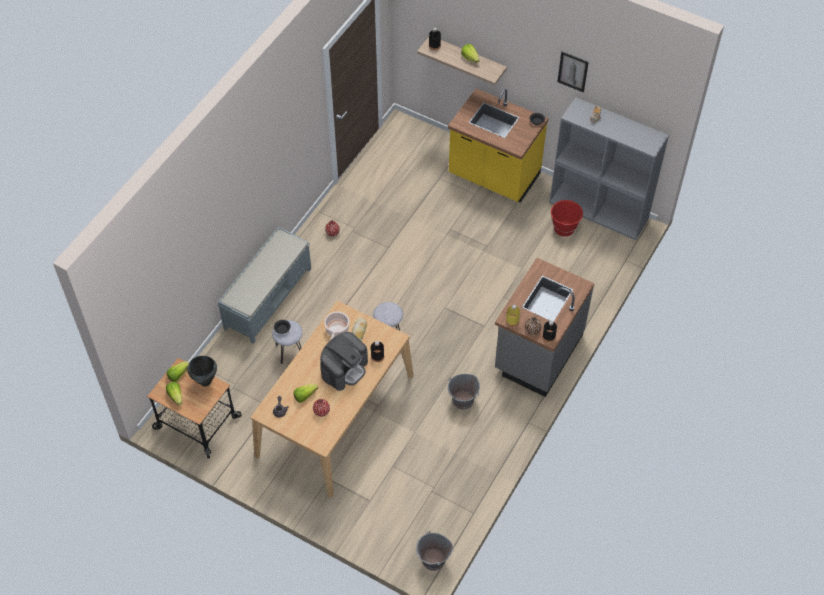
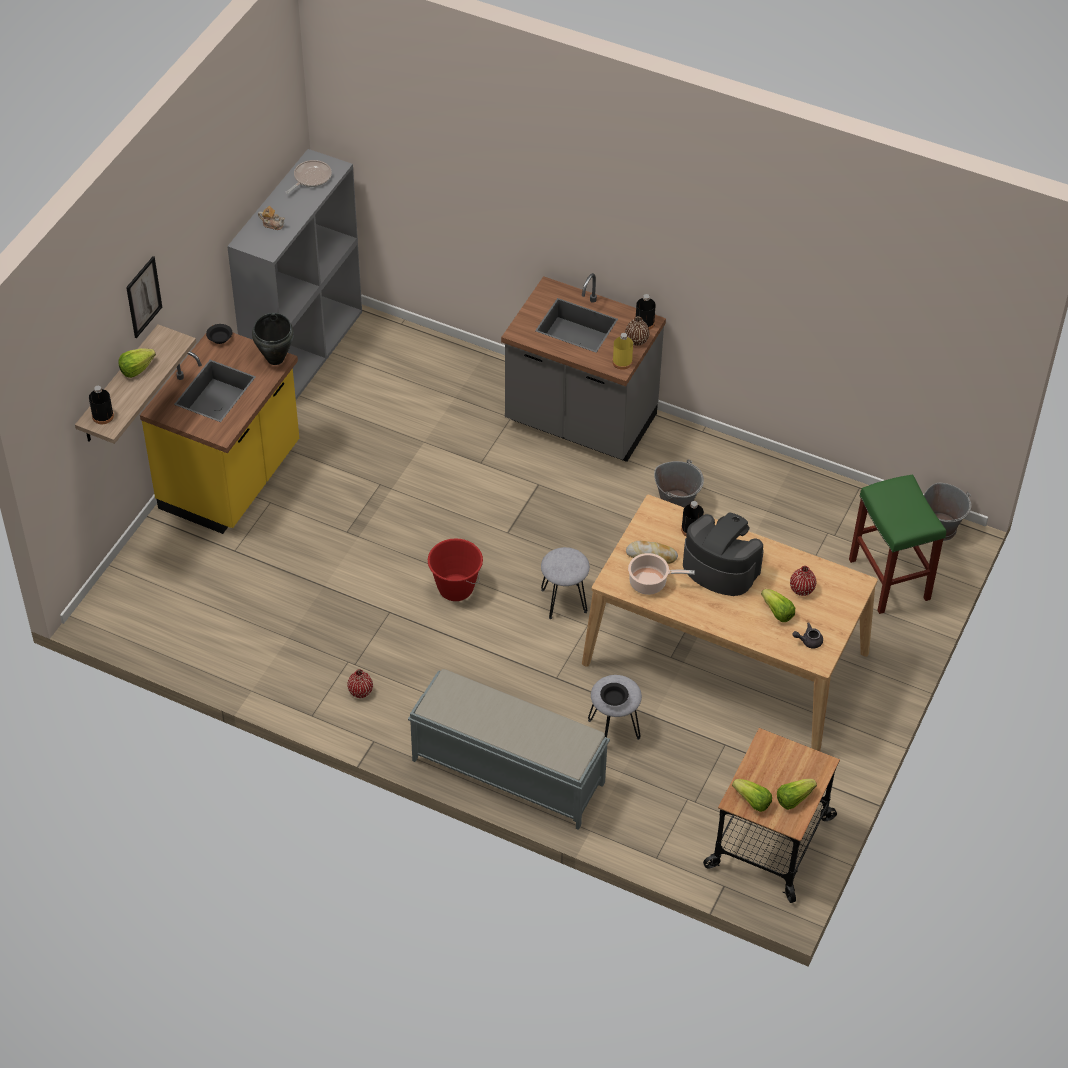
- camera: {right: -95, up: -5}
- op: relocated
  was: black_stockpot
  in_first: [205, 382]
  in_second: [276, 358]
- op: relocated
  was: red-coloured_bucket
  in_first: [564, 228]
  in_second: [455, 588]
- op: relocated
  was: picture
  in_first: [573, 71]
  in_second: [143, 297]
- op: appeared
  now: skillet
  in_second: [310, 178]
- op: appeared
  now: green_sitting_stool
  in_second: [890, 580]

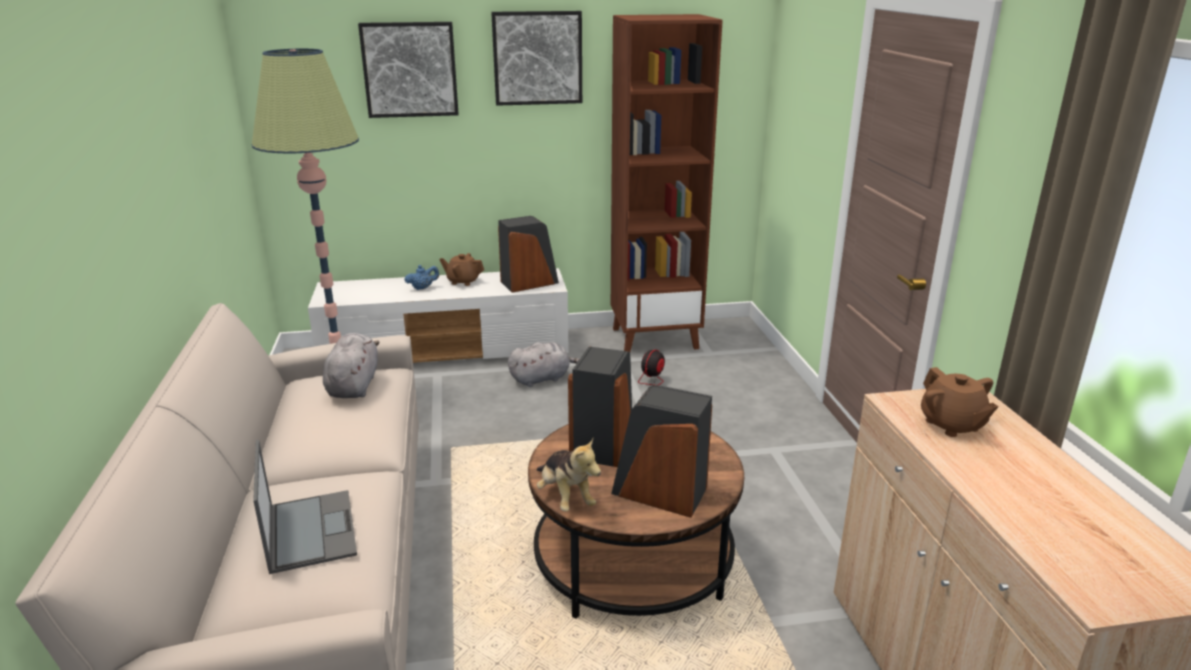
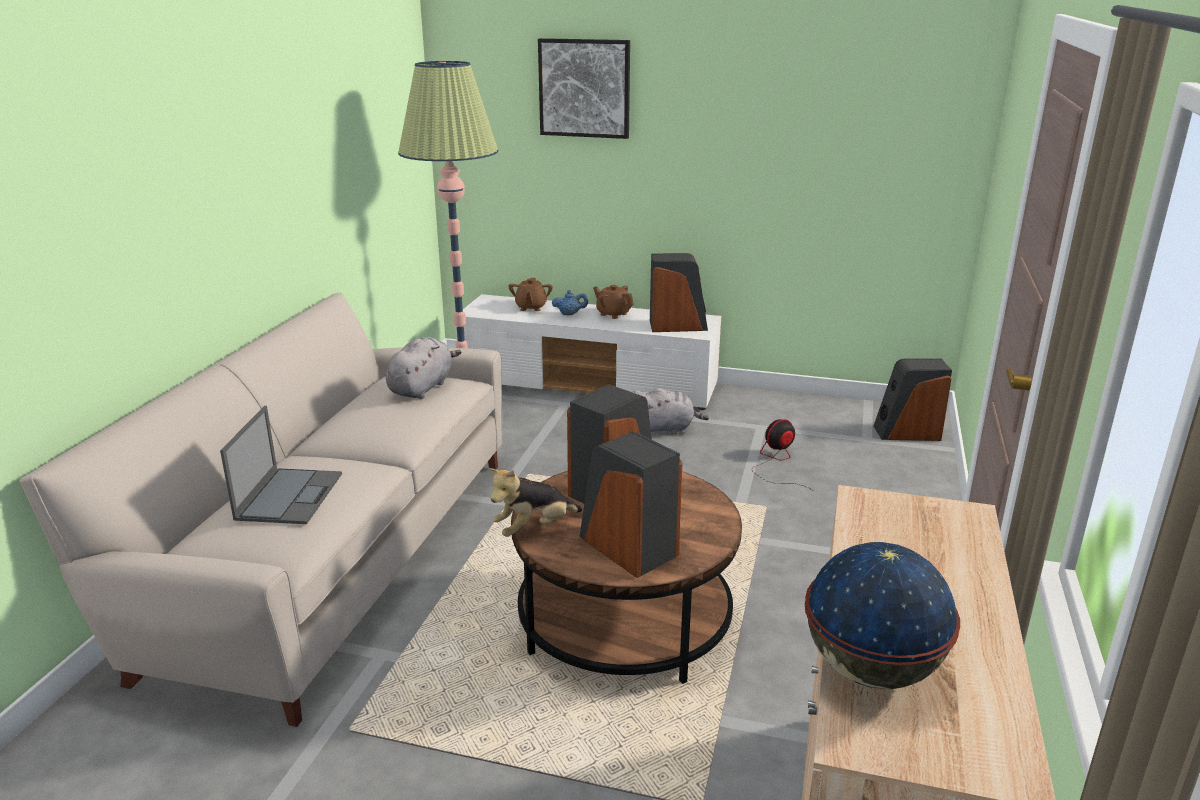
- camera: {right: 25, up: 0}
- op: missing
  was: picture
  in_first: [537, 58]
- op: spun
  was: cuddly_toy
  in_first: [565, 497]
  in_second: [534, 528]
  clockwise: 60
- op: missing
  was: brownish_shelving_unit
  in_first: [655, 338]
- op: relocated
  was: brownish_teapot
  in_first: [952, 425]
  in_second: [531, 307]
- op: appeared
  now: desk_globe
  in_second: [872, 669]
- op: appeared
  now: audio_speaker
  in_second: [907, 432]

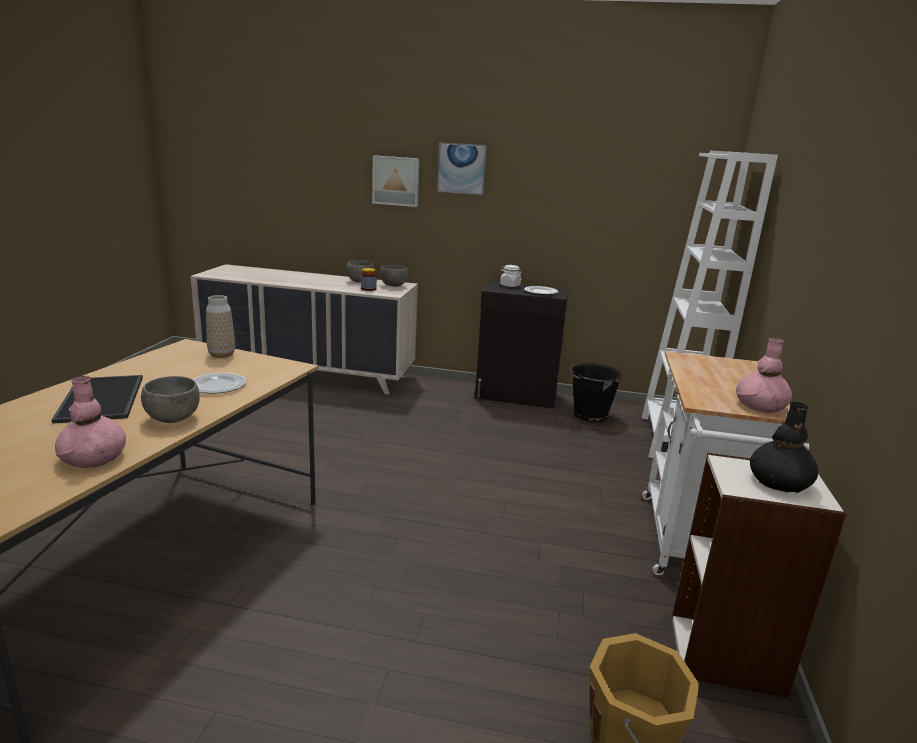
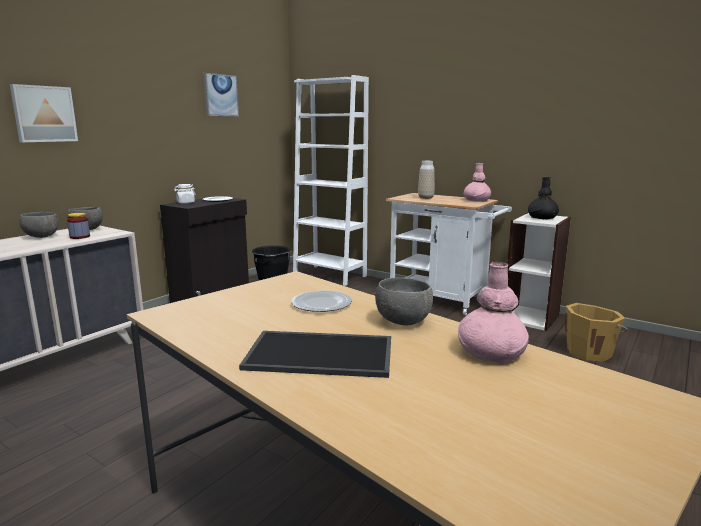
- camera: {right: -65, up: -5}
- op: relocated
  was: vase
  in_first: [222, 355]
  in_second: [425, 198]
- op: relocated
  was: picture
  in_first: [462, 168]
  in_second: [220, 95]

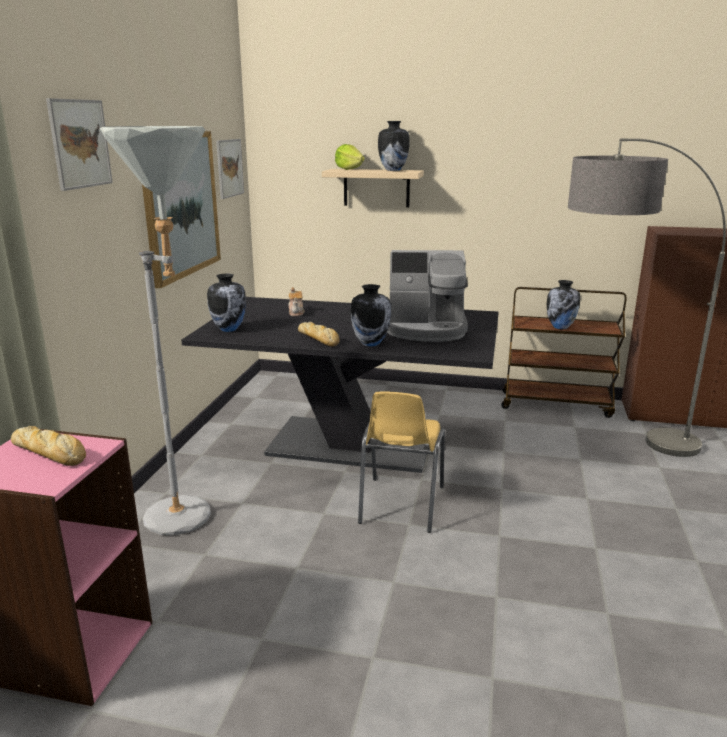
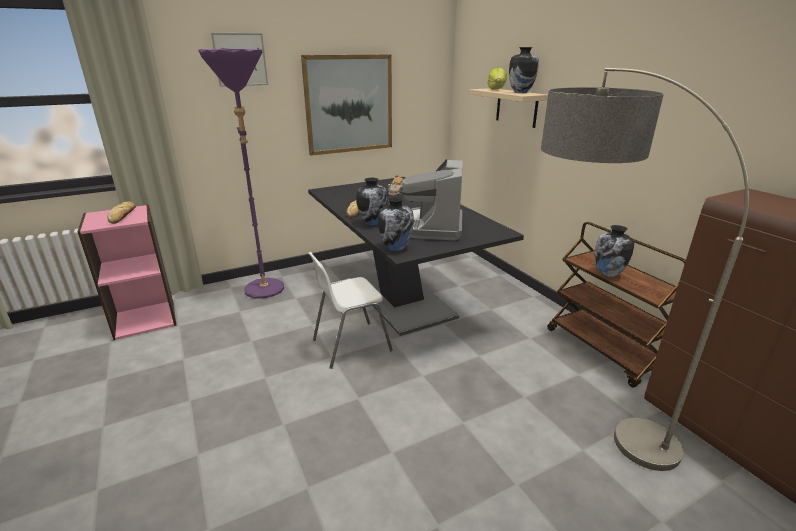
- camera: {right: 50, up: 5}
- op: colour
  was: grey_floor_lamp
  now: purple_floor_lamp
  in_first: [190, 519]
  in_second: [266, 293]
- op: relocated
  was: vase
  in_first: [229, 329]
  in_second: [396, 248]
- op: missing
  was: picture
  in_first: [229, 168]
- op: colour
  was: yellow_upright_chair
  now: white_upright_chair
  in_first: [400, 505]
  in_second: [350, 345]
- op: spun
  was: coffee_machine
  in_first: [425, 329]
  in_second: [430, 227]
  clockwise: 45

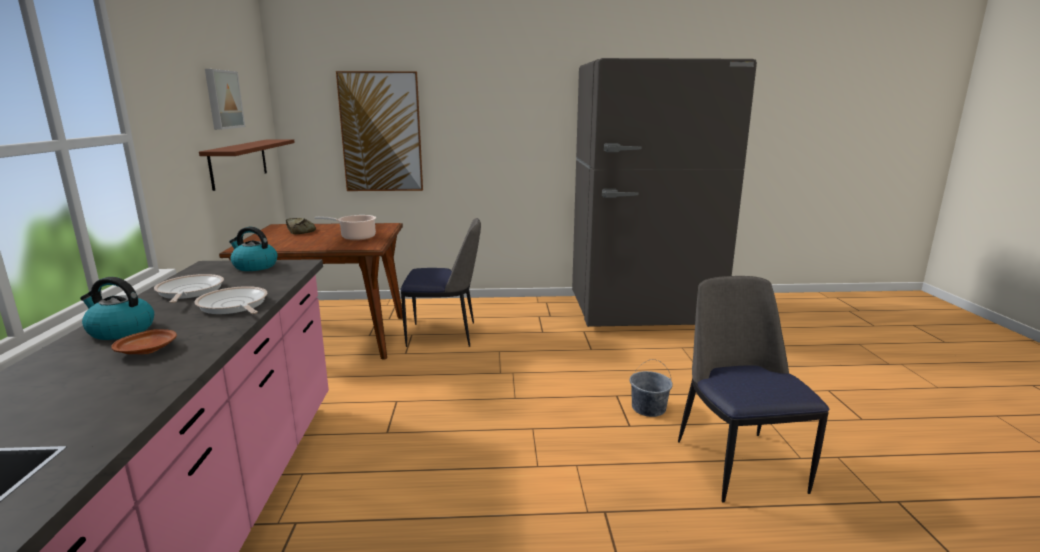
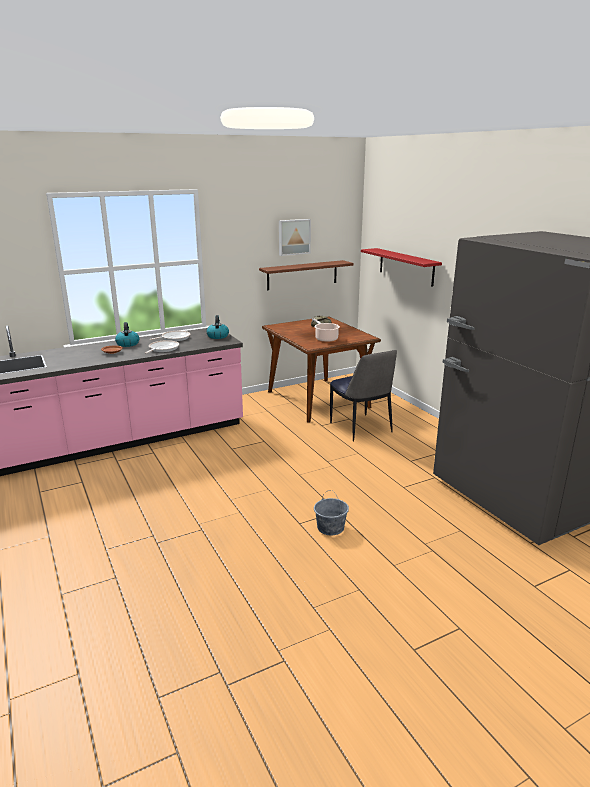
- camera: {right: 65, up: 5}
- op: exchanged
  was: picture
  now: red-coloured_shelf
  in_first: [381, 132]
  in_second: [406, 266]
- op: missing
  was: upright_chair
  in_first: [738, 463]

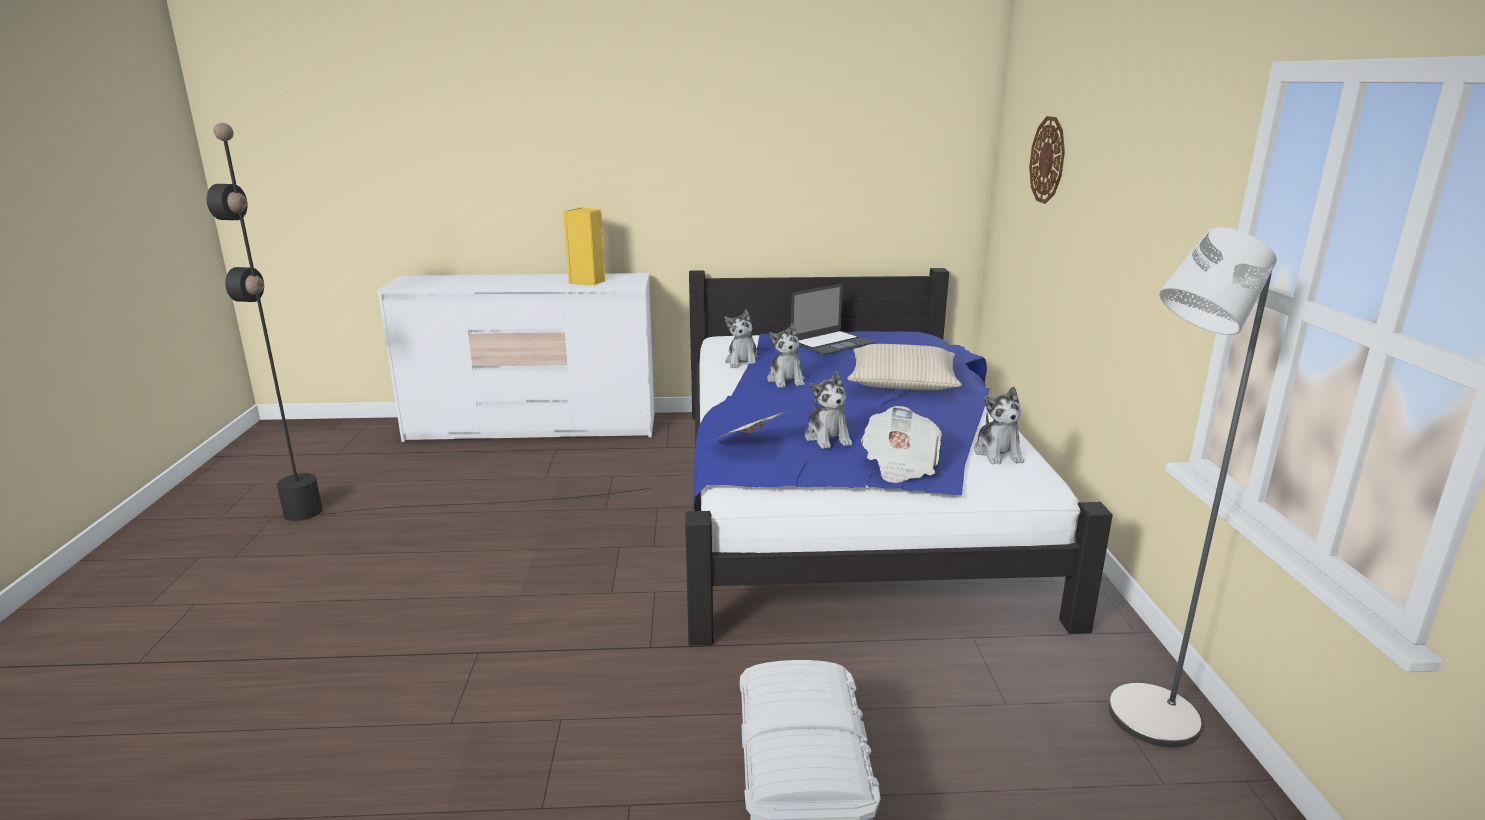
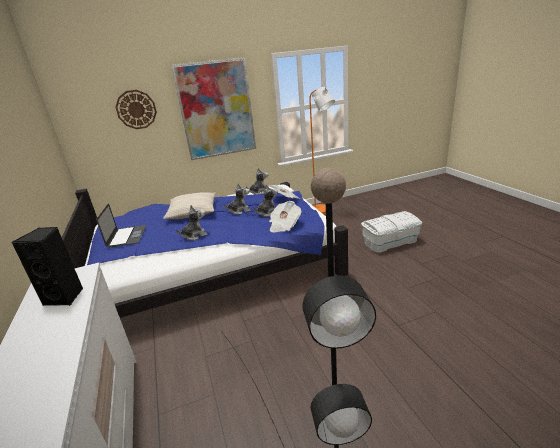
- camera: {right: -105, up: 5}
- op: colour
  was: yellow_audio_speaker
  now: black_audio_speaker
  in_first: [588, 282]
  in_second: [65, 297]
- op: relocated
  was: cuddly_toy
  in_first: [743, 362]
  in_second: [239, 211]
- op: spun
  was: laptop
  in_first: [831, 343]
  in_second: [127, 236]
  clockwise: 45
- op: colour
  was: grey_floor_lamp
  now: orange-coloured_floor_lamp
  in_first: [1141, 722]
  in_second: [323, 210]
- op: appeared
  now: picture
  in_second: [216, 110]

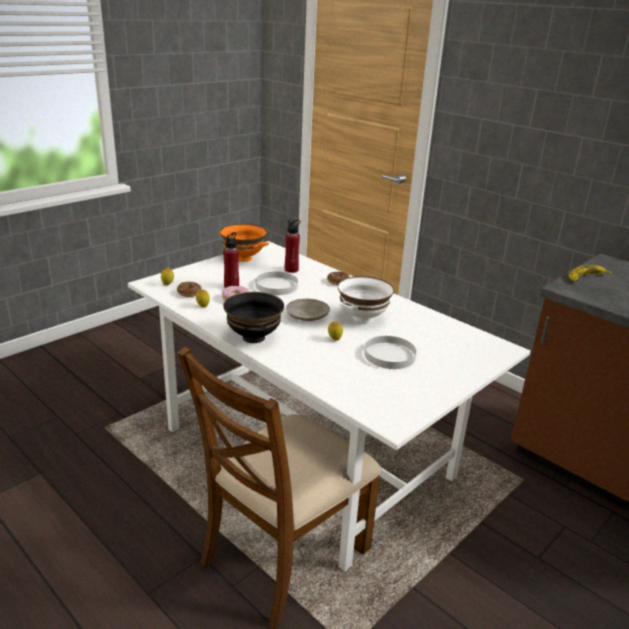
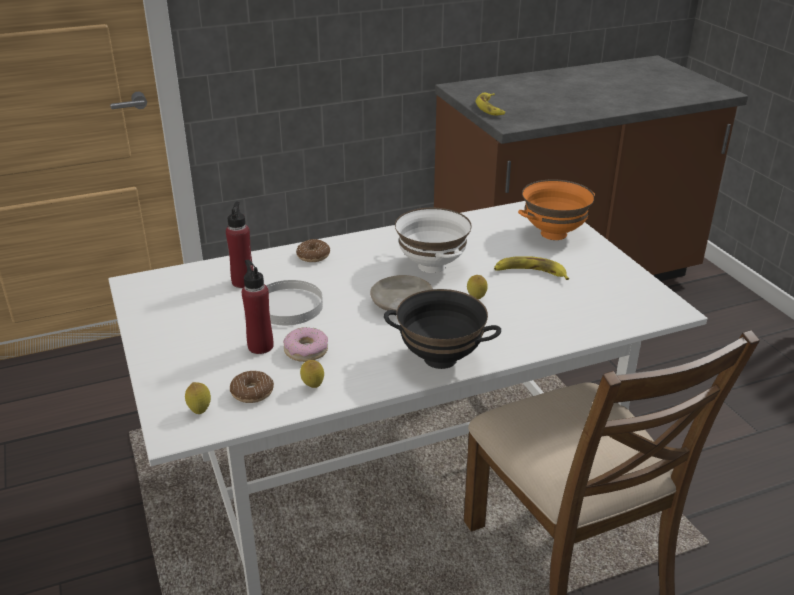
- camera: {right: -65, up: 5}
- op: relocated
  was: orange-coloured_serving_bowl
  in_first: [243, 258]
  in_second: [554, 234]
- op: exchanged
  was: white_dinner_plate
  now: whole_banana
  in_first: [389, 355]
  in_second: [530, 273]

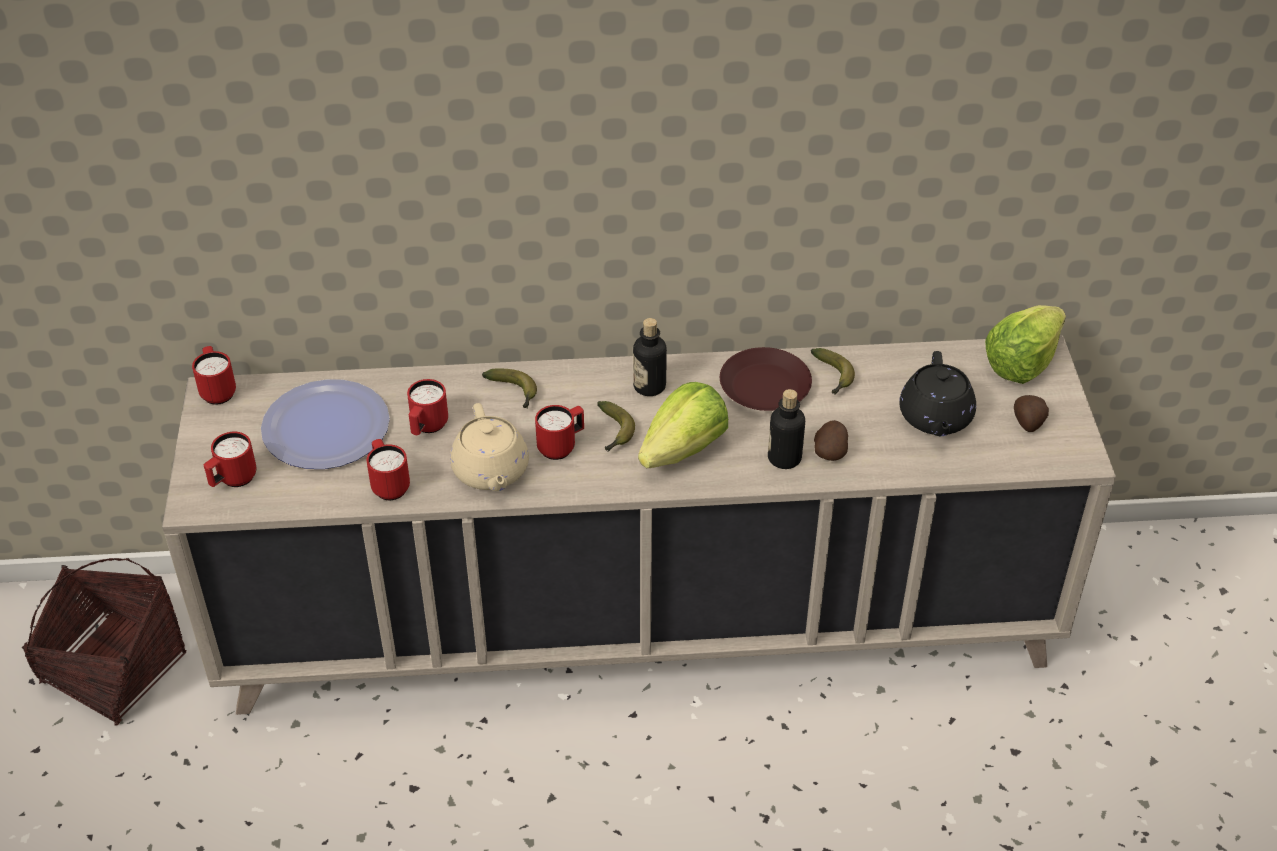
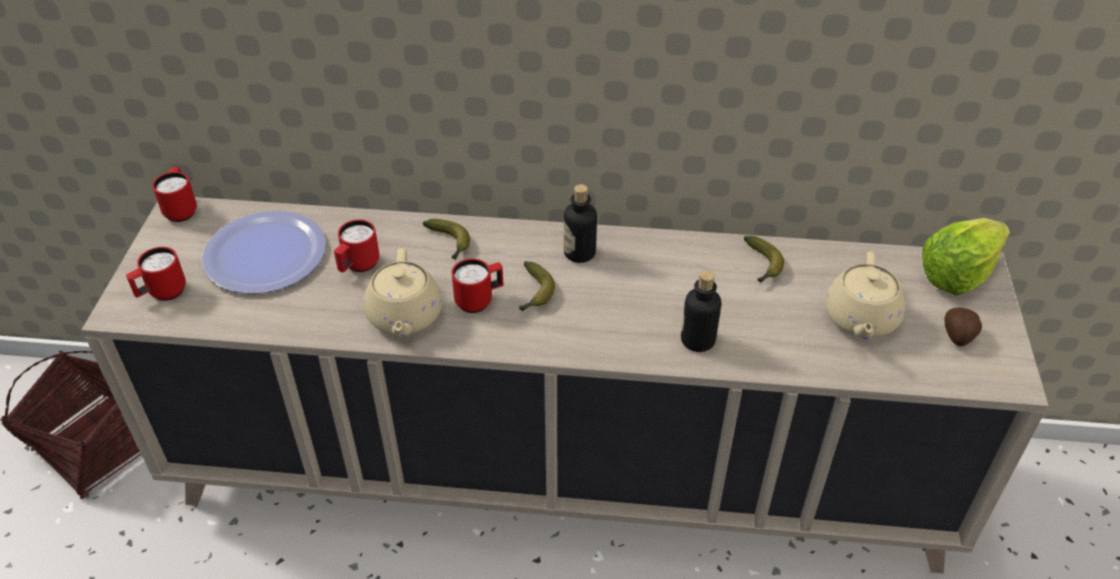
- camera: {right: 10, up: 0}
- op: missing
  was: red-coloured_coffee_mug
  in_first: [388, 485]
- op: missing
  was: lettuce_head
  in_first: [684, 450]
- op: missing
  was: brownish_dinner_plate
  in_first: [764, 388]
- op: missing
  was: potato
  in_first: [830, 451]
- op: colour
  was: black_teapot
  now: beige_teapot
  in_first: [935, 418]
  in_second: [860, 319]

